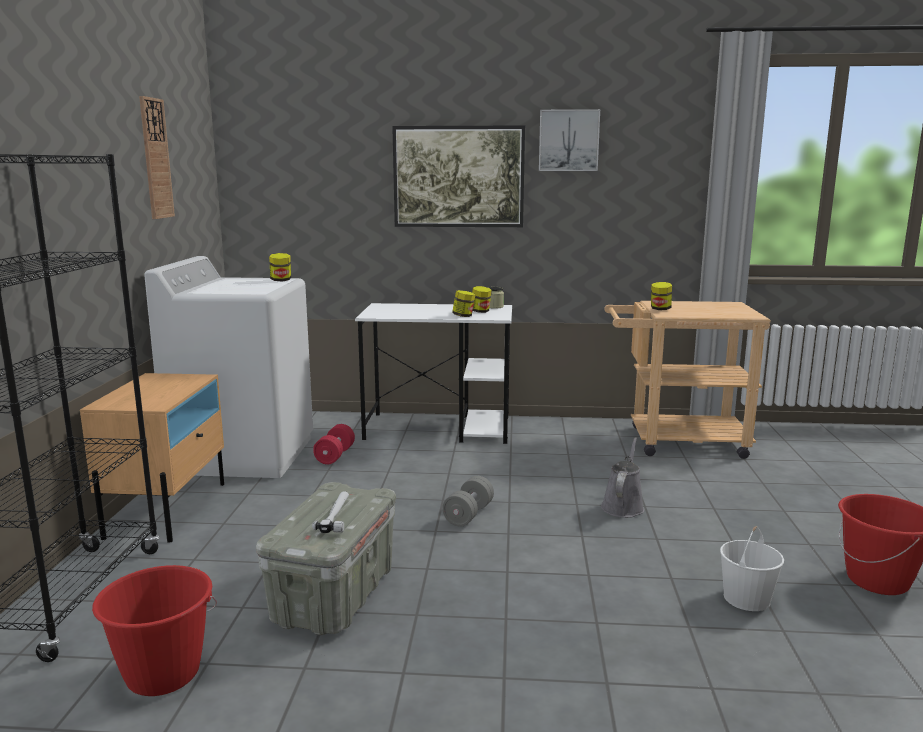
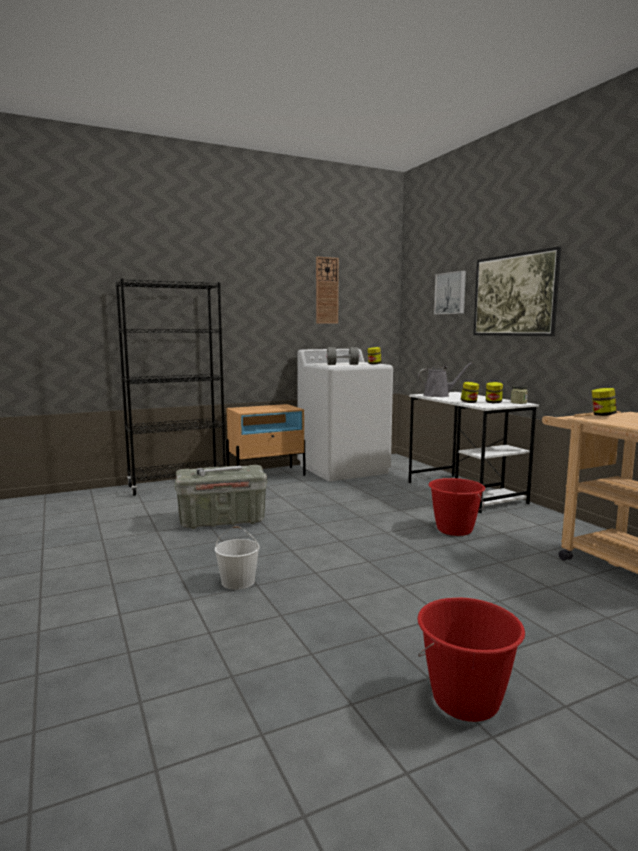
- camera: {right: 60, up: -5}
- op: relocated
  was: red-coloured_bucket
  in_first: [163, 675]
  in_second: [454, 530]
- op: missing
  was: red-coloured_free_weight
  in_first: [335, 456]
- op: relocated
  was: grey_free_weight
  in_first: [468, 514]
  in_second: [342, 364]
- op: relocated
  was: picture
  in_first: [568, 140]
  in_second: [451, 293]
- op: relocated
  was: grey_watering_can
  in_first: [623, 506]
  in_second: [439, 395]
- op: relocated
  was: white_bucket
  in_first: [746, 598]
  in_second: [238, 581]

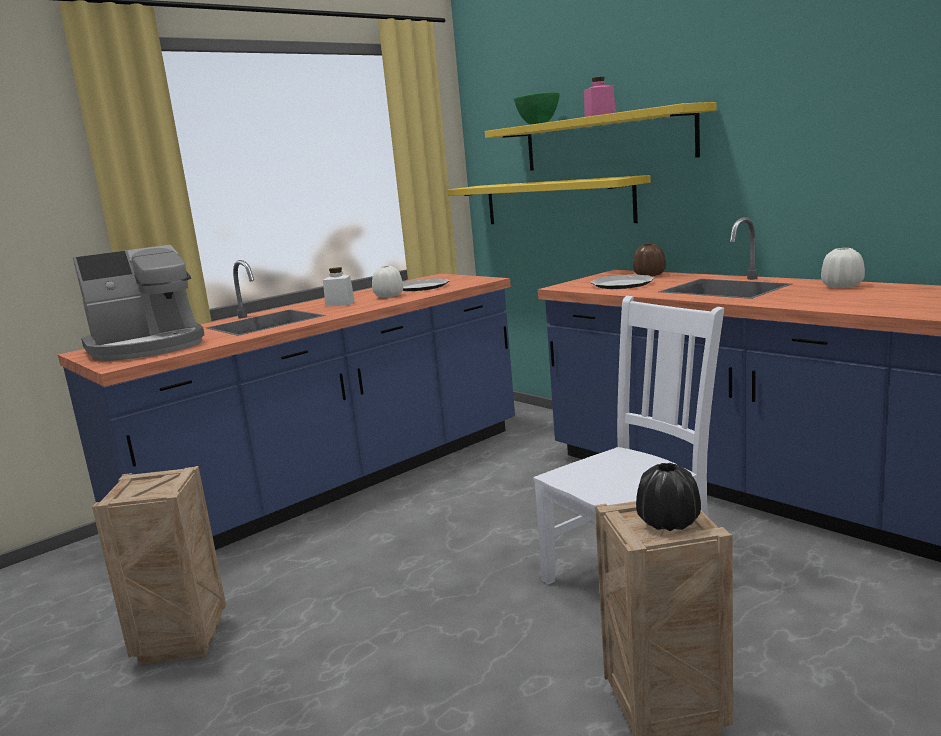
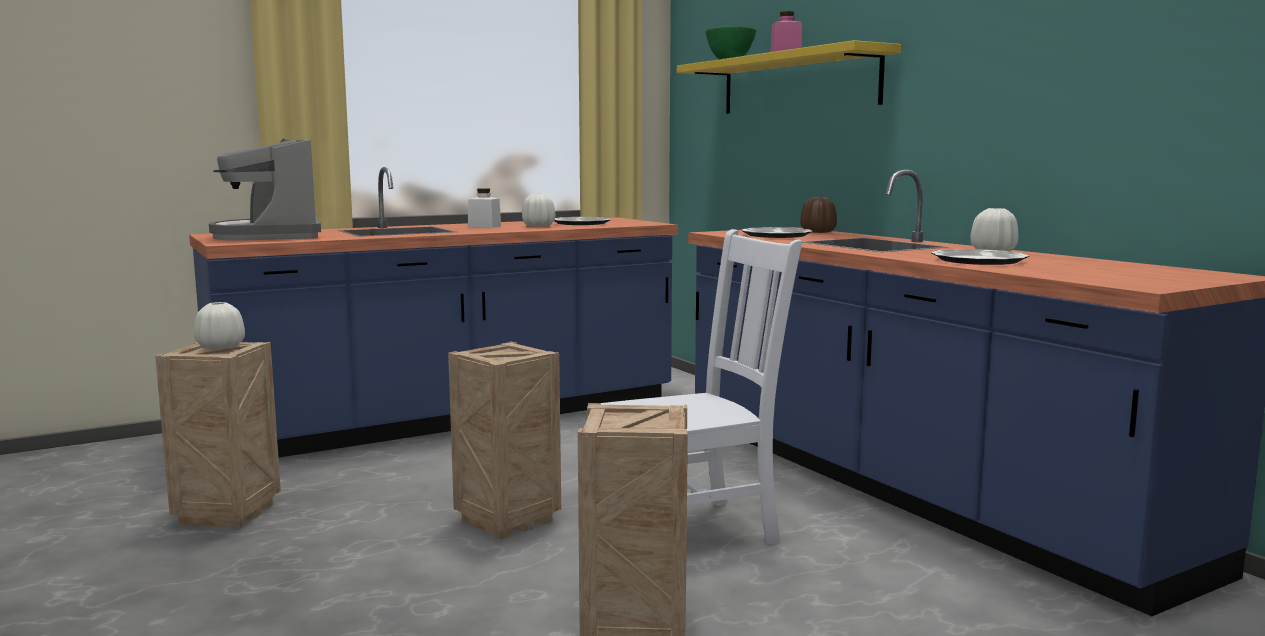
- camera: {right: 10, up: -5}
- op: spun
  was: coffee_machine
  in_first: [148, 347]
  in_second: [270, 236]
  clockwise: 90
- op: missing
  was: yellow_shelf
  in_first: [556, 202]
- op: missing
  was: black_vase
  in_first: [668, 522]
- op: appeared
  now: white_vase
  in_second: [221, 347]
- op: appeared
  now: crate
  in_second: [508, 520]
- op: appeared
  now: dinner_plate
  in_second: [978, 260]

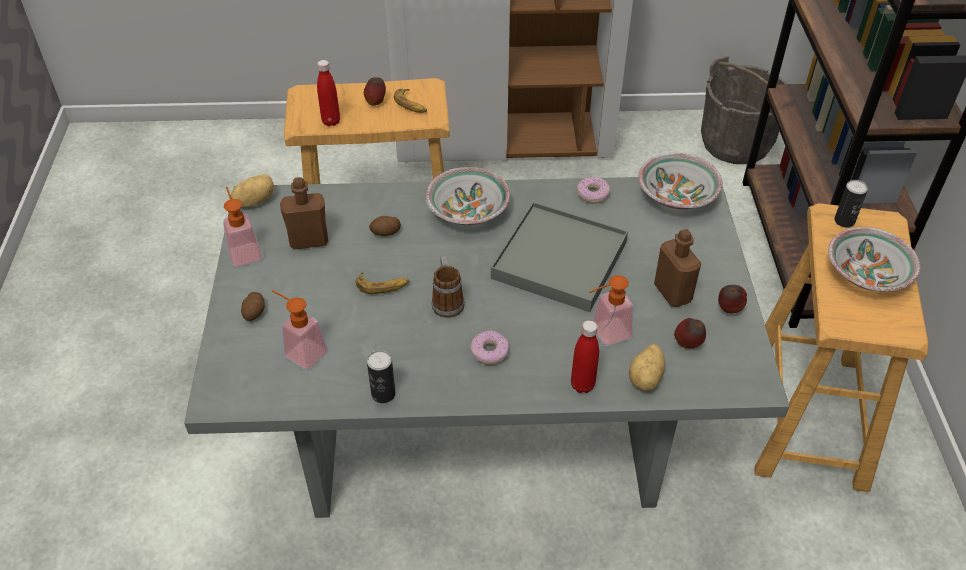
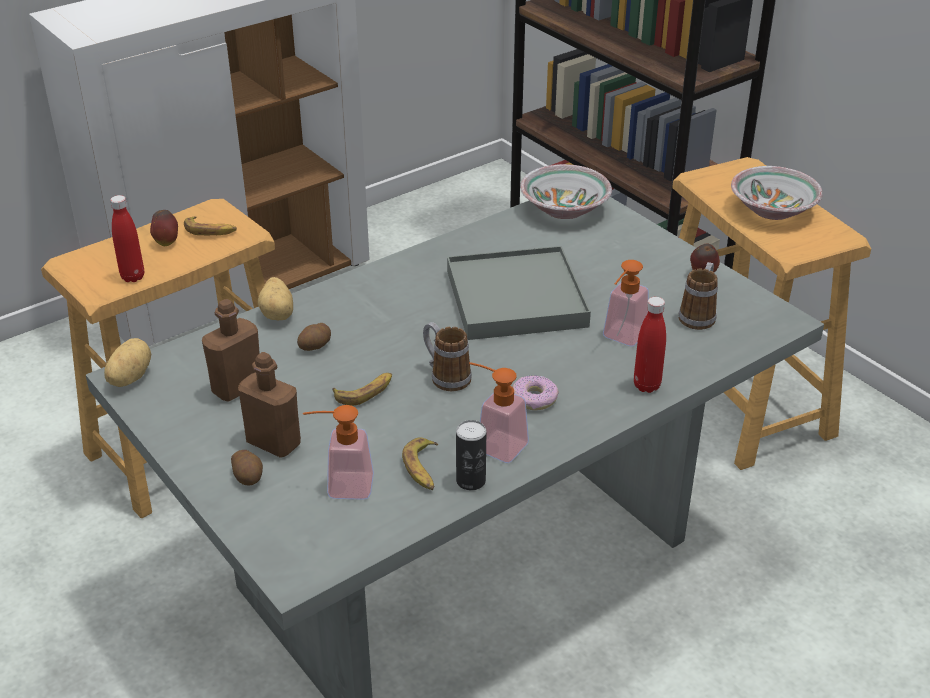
- camera: {right: -35, up: -10}
- op: relocated
  was: soap_bottle
  in_first: [244, 250]
  in_second: [494, 444]
- op: missing
  was: serving_bowl
  in_first: [468, 211]
- op: missing
  was: ring_doughnut
  in_first: [592, 194]
- op: relocated
  was: potato
  in_first: [646, 378]
  in_second: [278, 313]
- op: relocated
  was: brownish_bottle
  in_first: [672, 293]
  in_second: [273, 443]
- op: exchanged
  was: apple
  now: coffee_mug
  in_first: [688, 345]
  in_second: [699, 315]
- op: missing
  was: grey_bucket
  in_first: [736, 143]
- op: missing
  was: metal_can
  in_first: [844, 221]
- op: appeared
  now: whole_banana
  in_second: [423, 469]

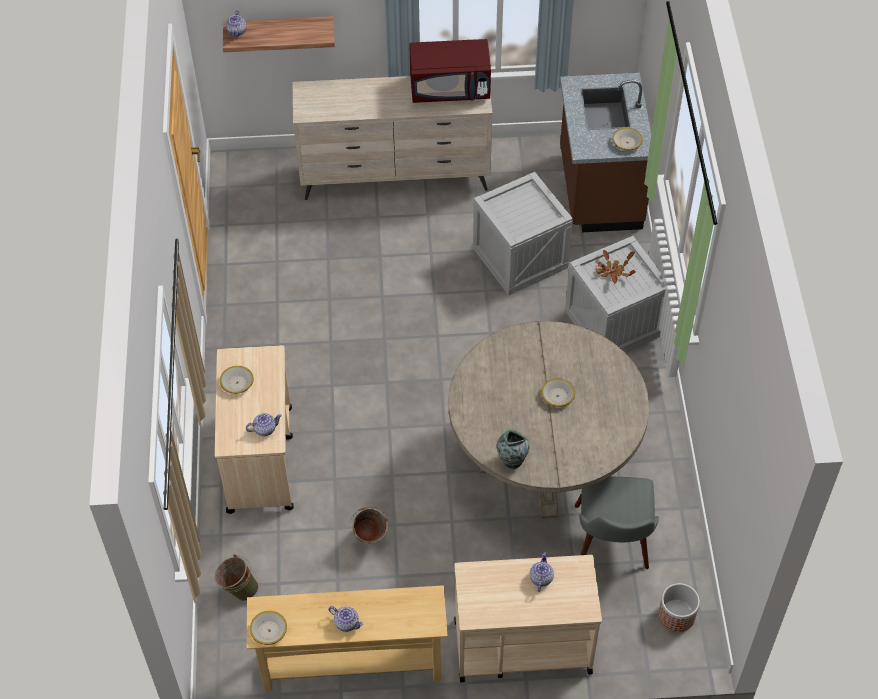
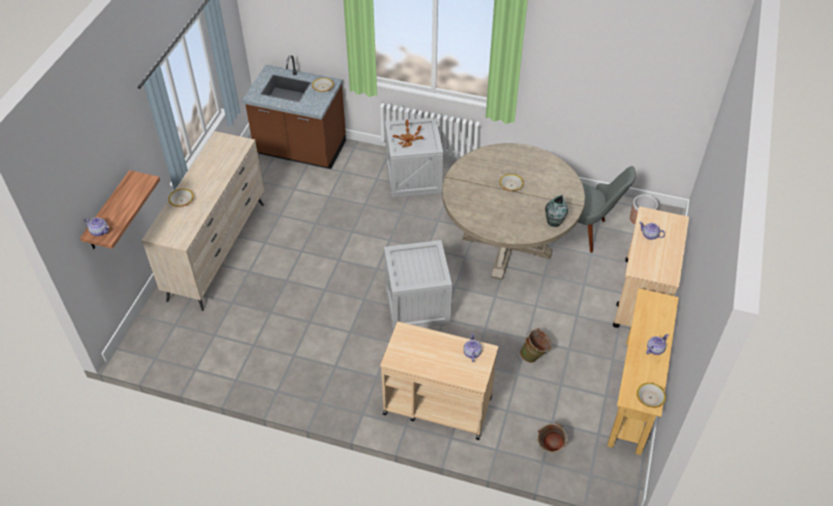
- camera: {right: -70, up: -5}
- op: relocated
  was: serving_bowl
  in_first: [237, 383]
  in_second: [181, 200]
- op: missing
  was: red-coloured_kitchen_microwave
  in_first: [450, 88]
- op: relocated
  was: crate
  in_first: [520, 257]
  in_second: [416, 304]

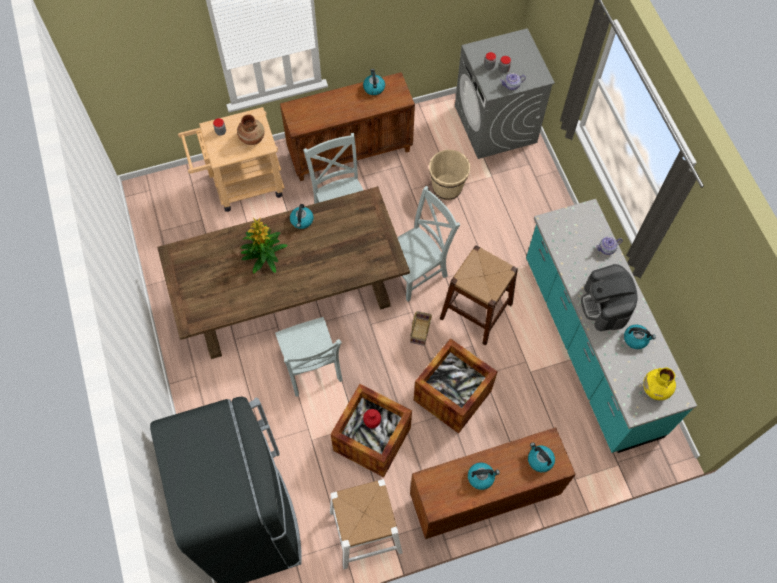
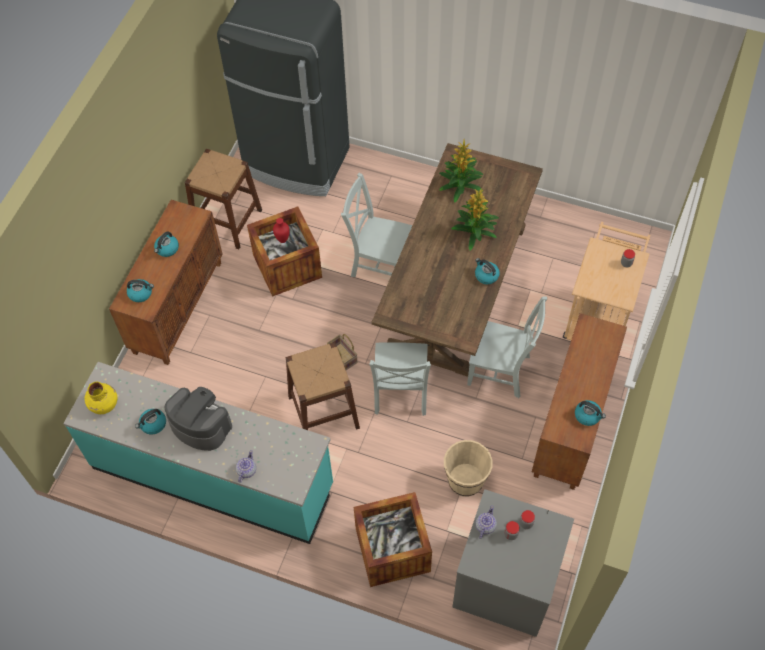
- camera: {right: 130, up: -5}
- op: missing
  was: brownish_vase
  in_first: [252, 137]
- op: colour
  was: white_sitting_stool
  now: brownish_sitting_stool
  in_first: [365, 532]
  in_second: [227, 221]
- op: relocated
  was: crate
  in_first: [452, 395]
  in_second: [392, 550]
- op: appeared
  now: potted_plant
  in_second: [460, 185]

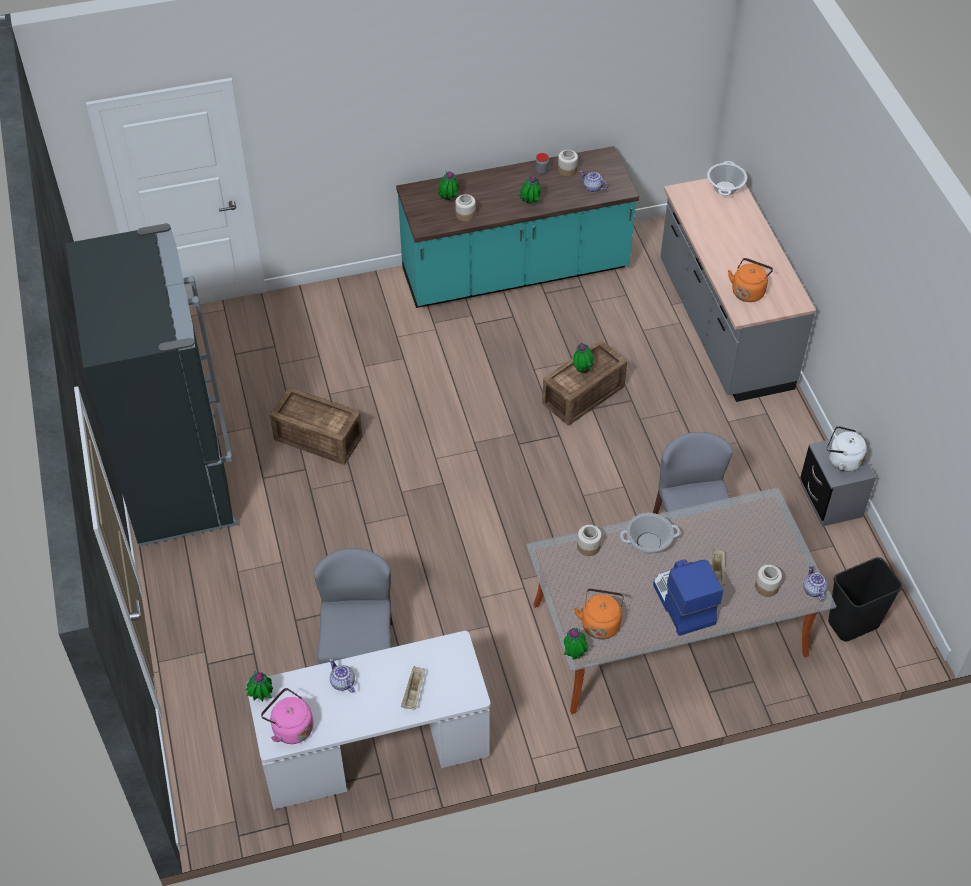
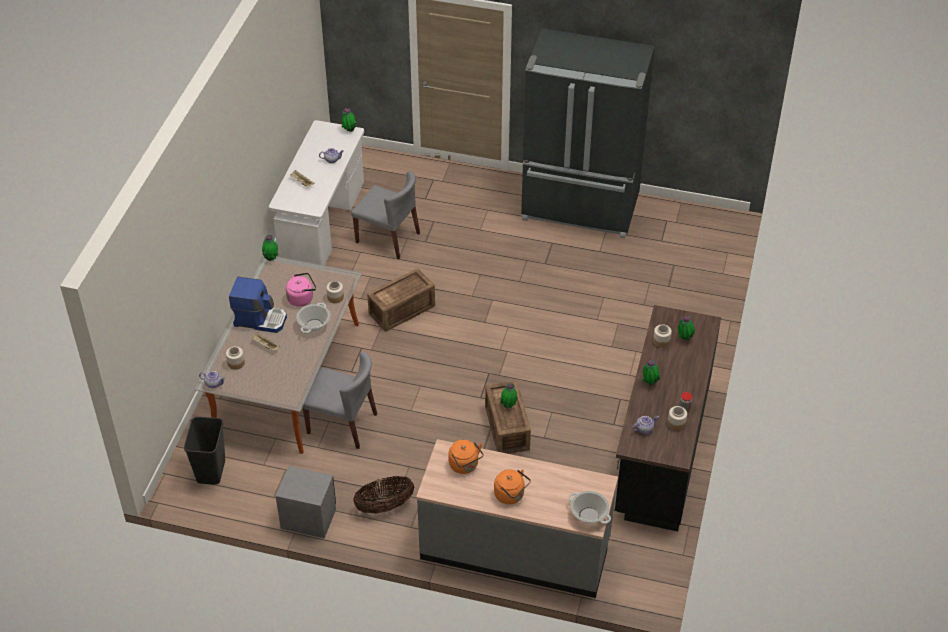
- camera: {right: 120, up: -5}
- op: relocated
  was: pinkish_kettle
  in_first: [290, 727]
  in_second: [302, 298]
- op: relocated
  was: crate
  in_first: [317, 437]
  in_second: [403, 310]
- op: colour
  was: blue-green_counter
  now: black_counter
  in_first: [515, 272]
  in_second: [661, 447]
- op: relocated
  was: orange-coloured_kettle
  in_first: [600, 623]
  in_second: [511, 495]
- op: missing
  was: white_kettle
  in_first: [842, 460]
- op: appeared
  now: household_basket
  in_second: [384, 506]

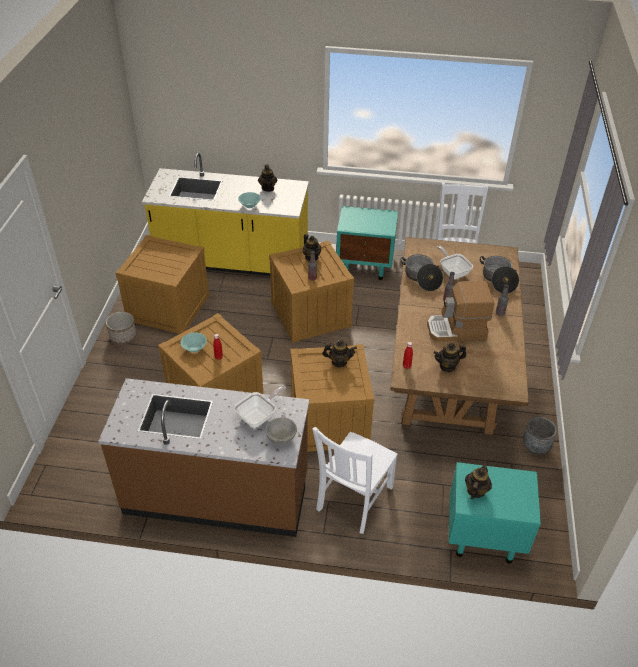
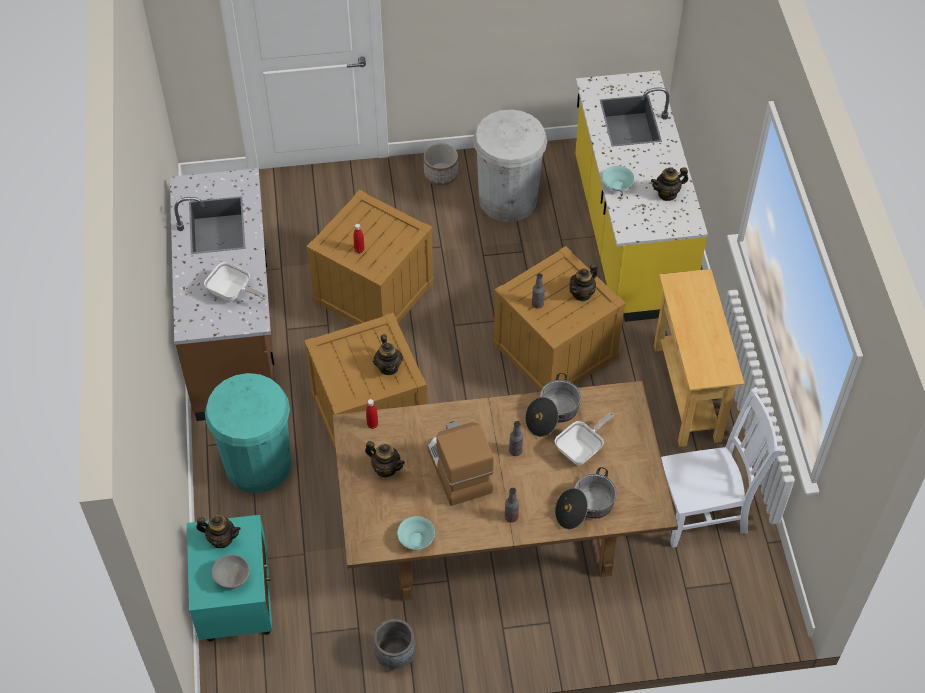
- camera: {right: 75, up: 10}
- op: exchanged
  was: crate
  now: white_waste_bin
  in_first: [168, 307]
  in_second: [508, 199]
- op: relocated
  was: blue-green_serving_bowl
  in_first: [194, 348]
  in_second: [416, 539]
- op: relocated
  was: grey_serving_bowl
  in_first: [281, 438]
  in_second: [232, 578]
- op: exchanged
  was: white_upright_chair
  now: blue-green_waste_bin
  in_first: [353, 500]
  in_second: [258, 464]
- op: exchanged
  was: blue-green_bedside_table
  now: beige_console_table
  in_first: [365, 267]
  in_second: [687, 392]
- op: spun
  was: teapot
  in_first: [447, 366]
  in_second: [386, 468]
  clockwise: 150

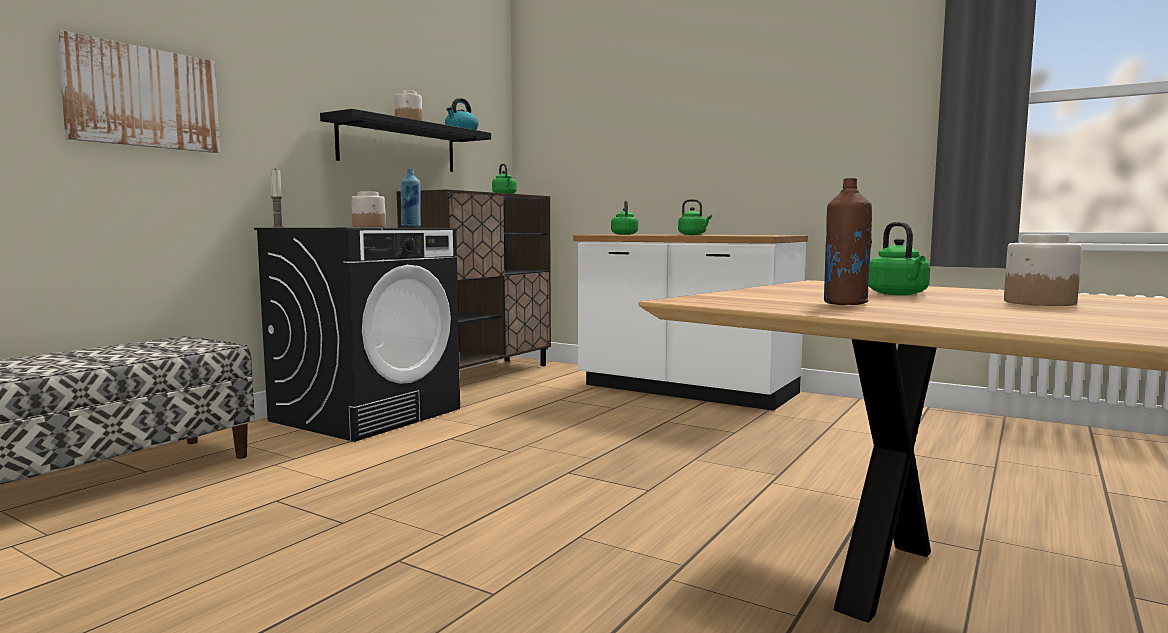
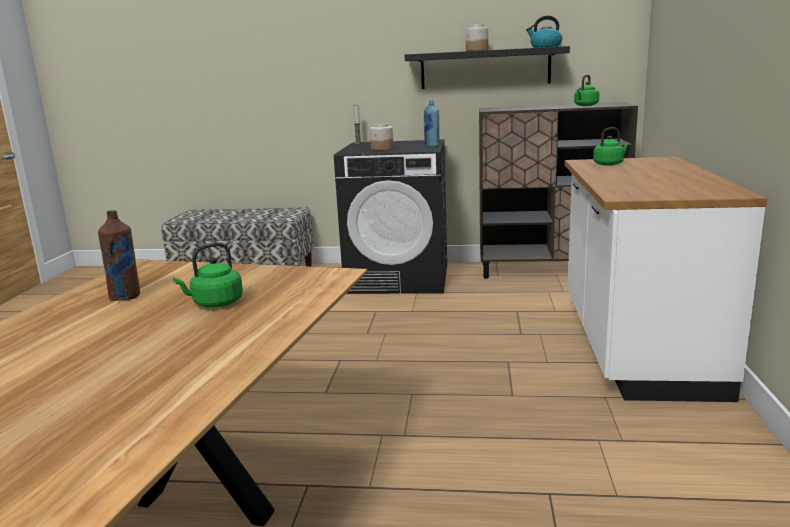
- camera: {right: 65, up: 10}
- op: missing
  was: picture
  in_first: [143, 97]
- op: missing
  was: green_kettle
  in_first: [693, 234]
- op: missing
  was: preserve_jar
  in_first: [1038, 302]

